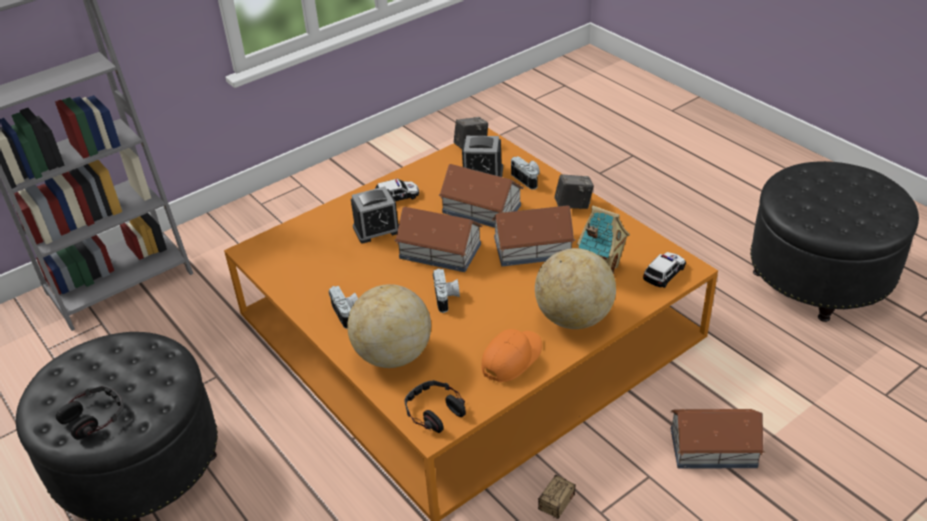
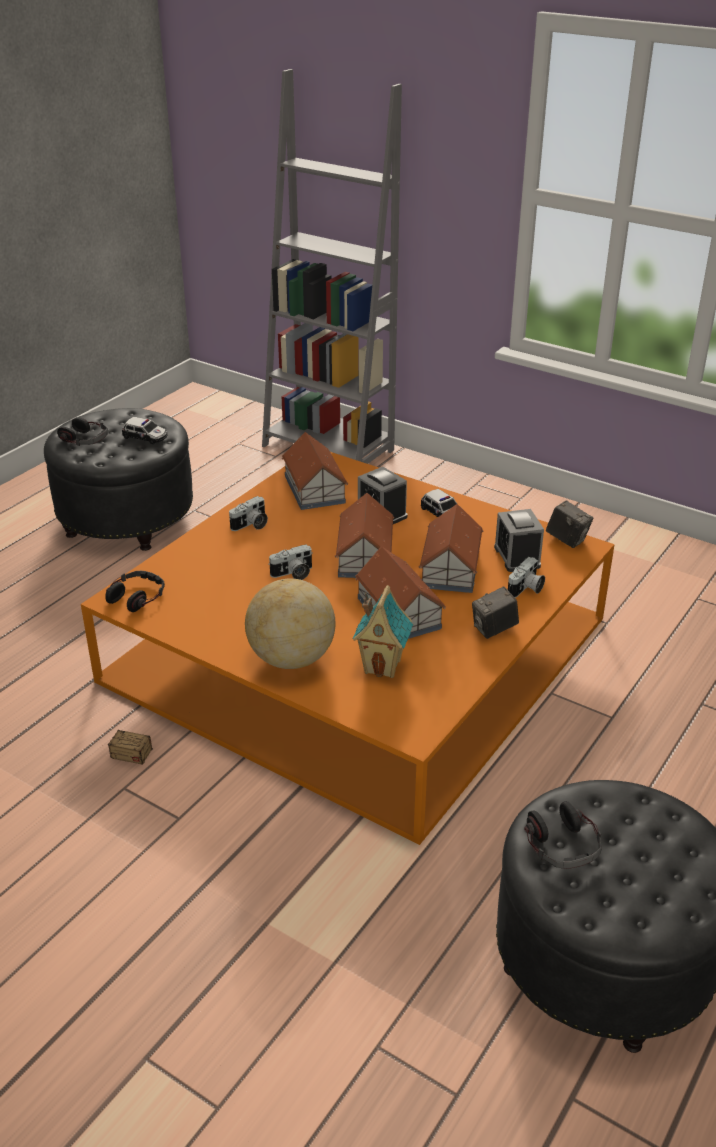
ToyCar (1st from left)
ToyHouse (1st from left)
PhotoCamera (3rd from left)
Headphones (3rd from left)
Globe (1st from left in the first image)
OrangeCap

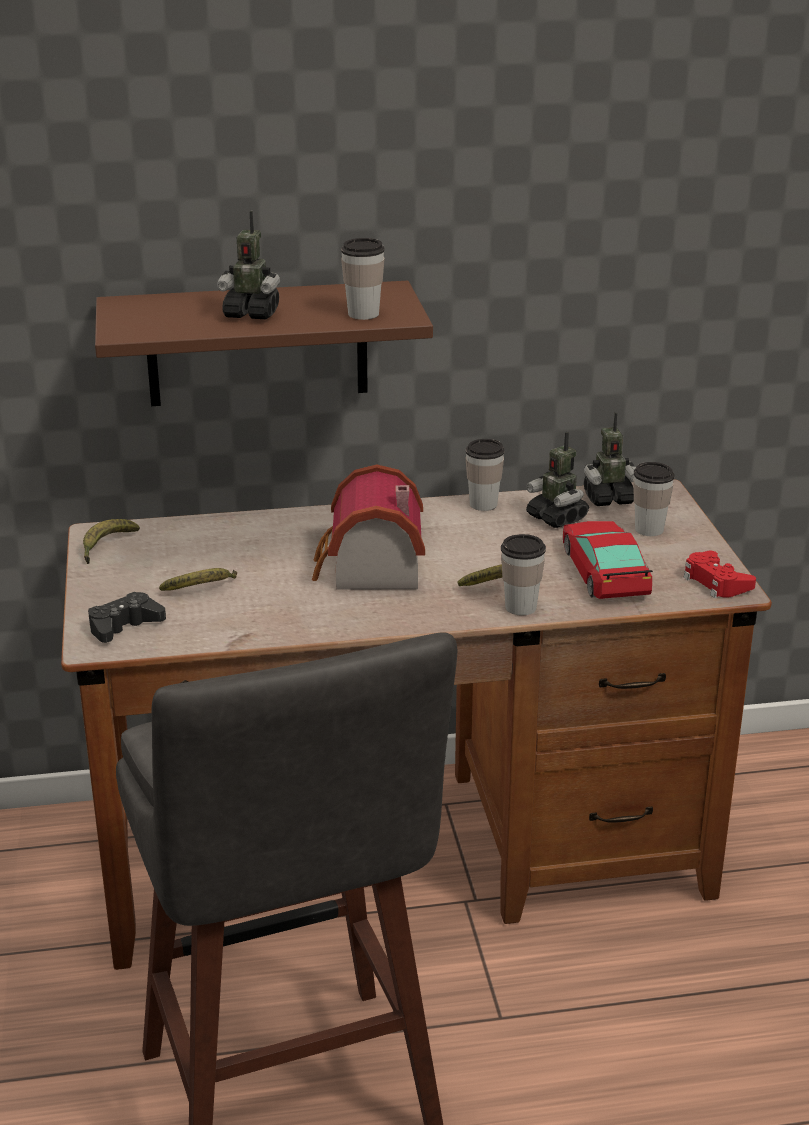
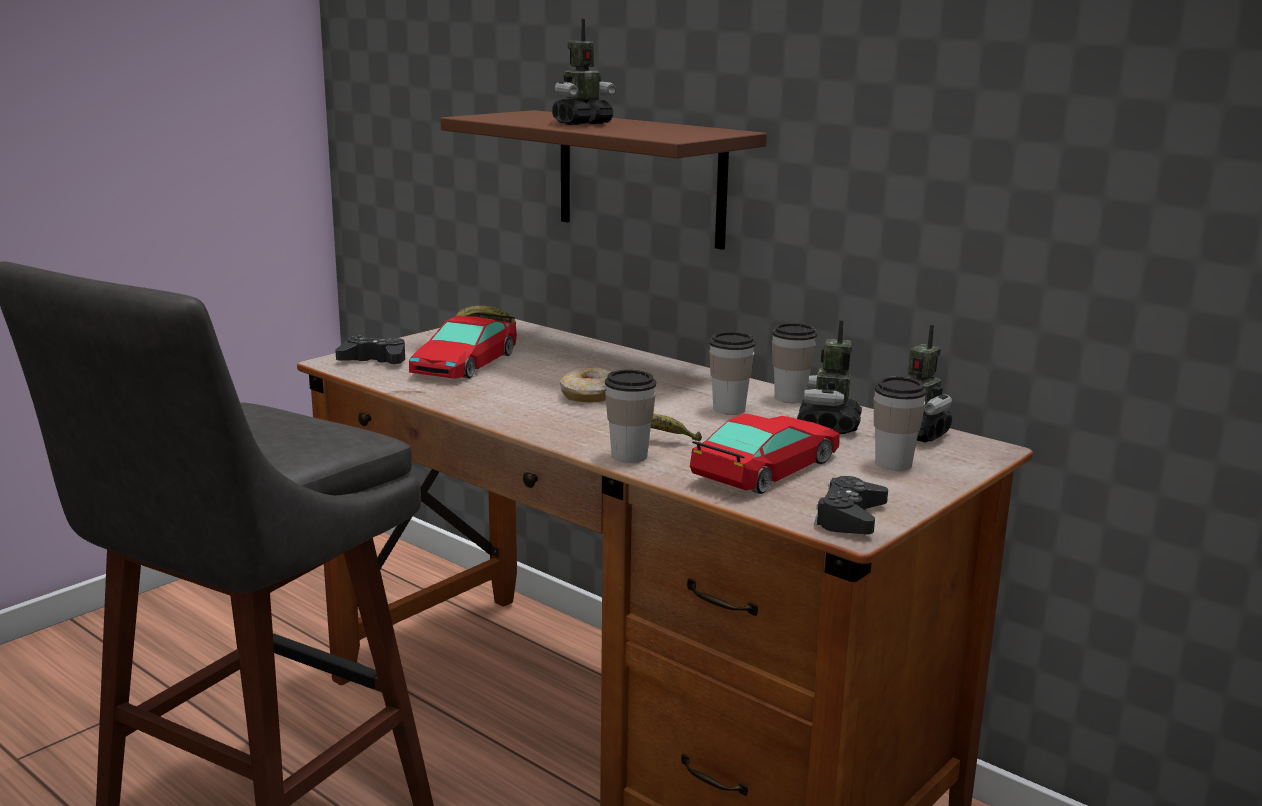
ToyCar (1st from left)
ToyRobot (1st from left)
Donut
Cup (2nd from left)
BlackGameController (2nd from left)

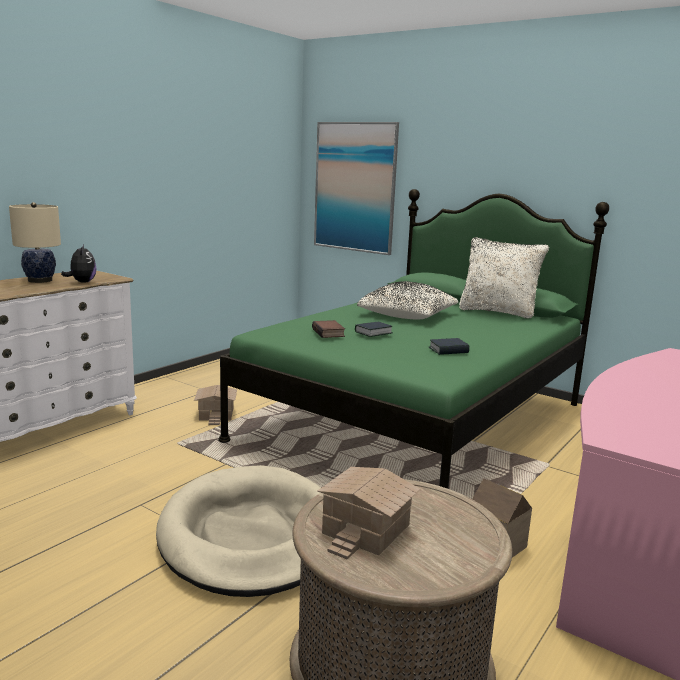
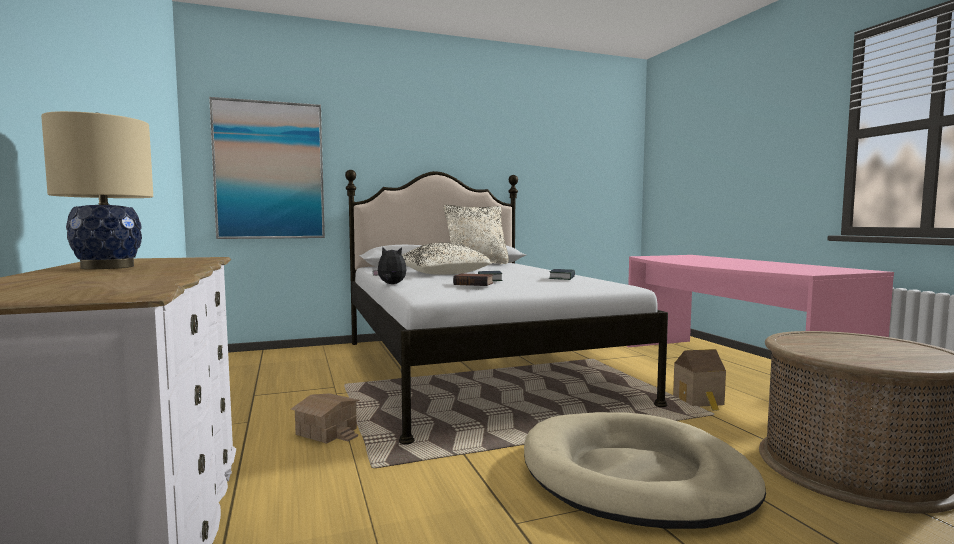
WhiteBed
PlushToy
ToyHouse (2nd from left in the first image)

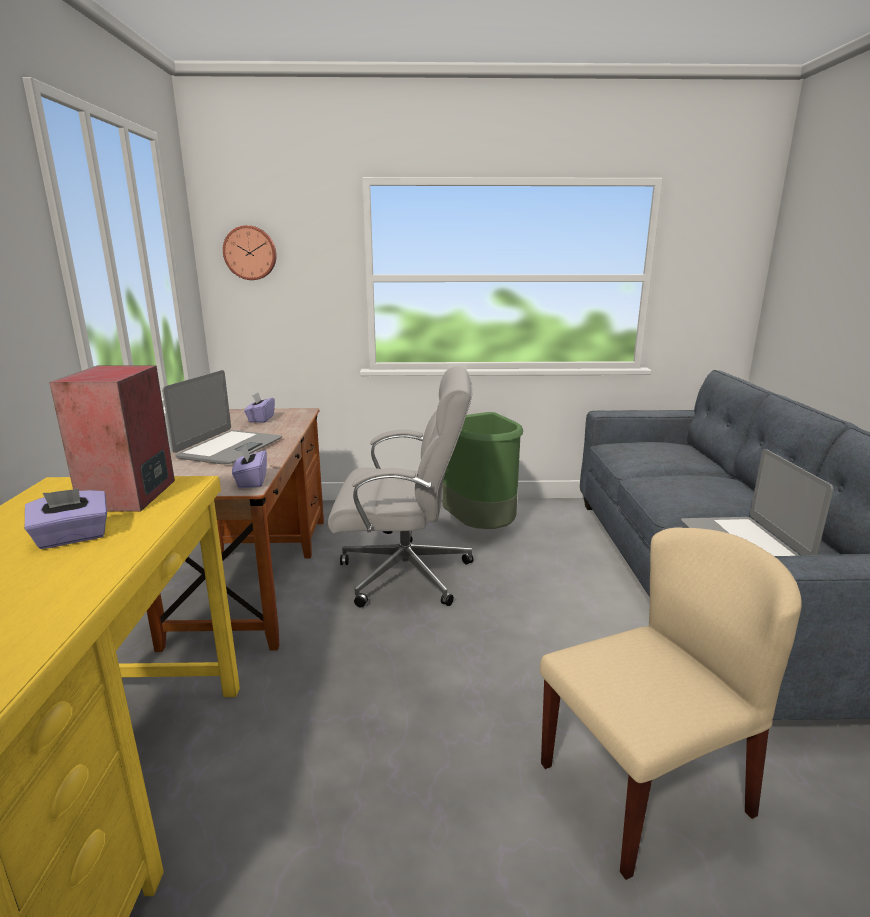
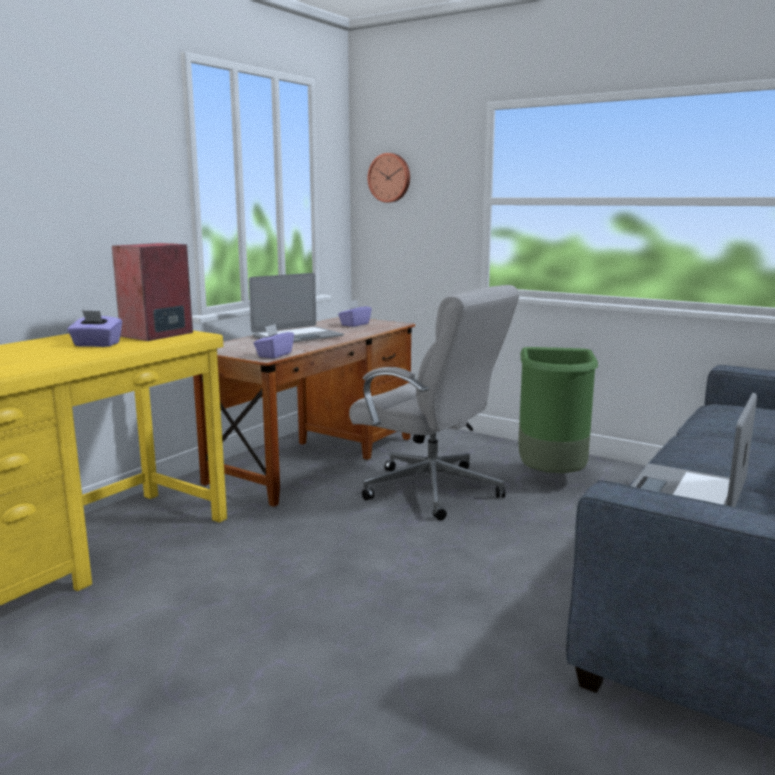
BeigeChair

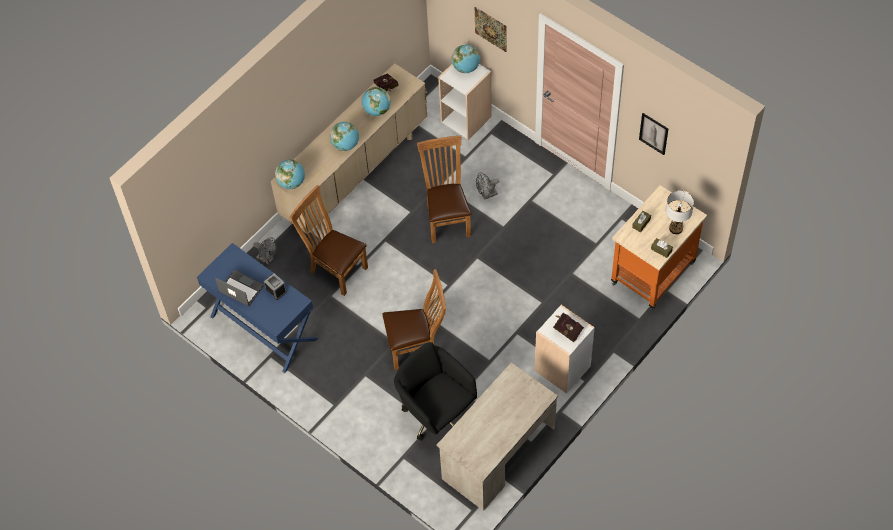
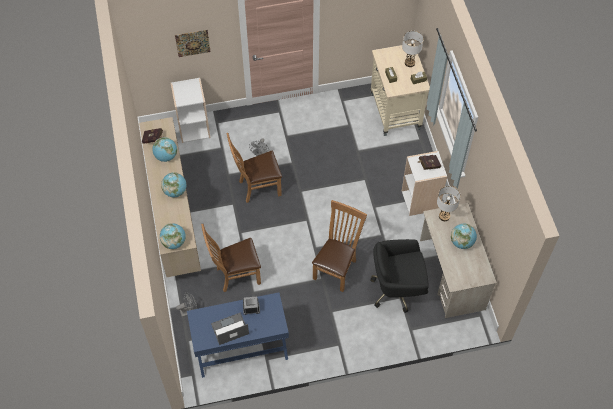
BrownChair (2nd from left)
BeigeCart
TableLamp (2nd from left)
Globe (4th from left)
Picture (2nd from left in the first image)

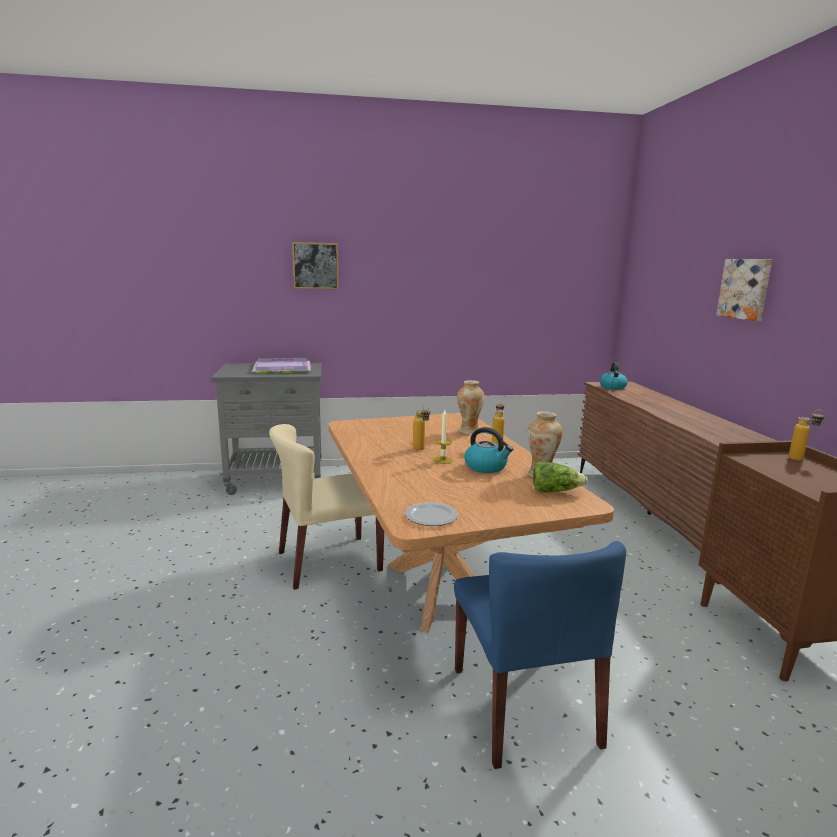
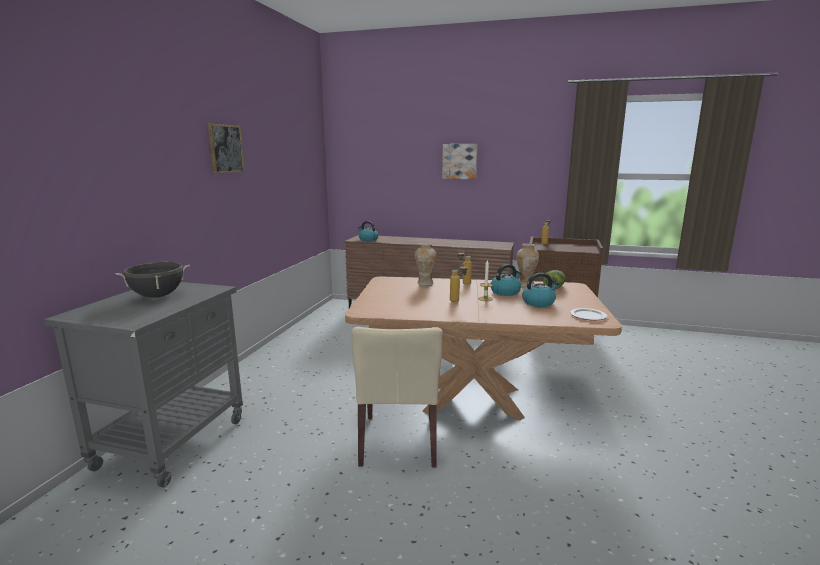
BlackCookingPot
Picture (1st from left)
Kettle (3rd from left)
BlueChair

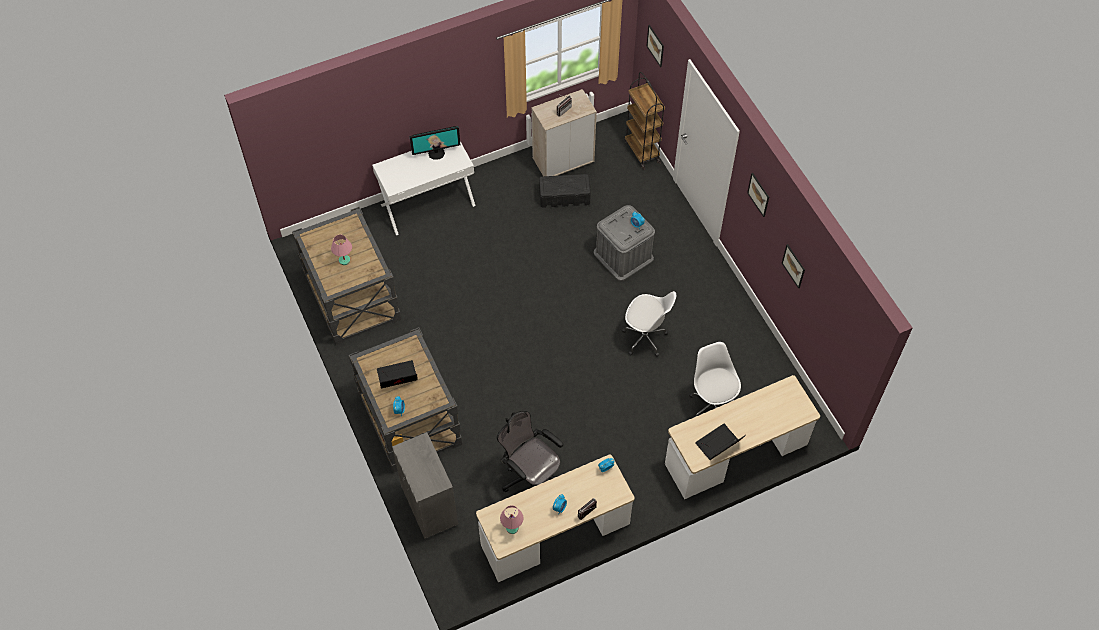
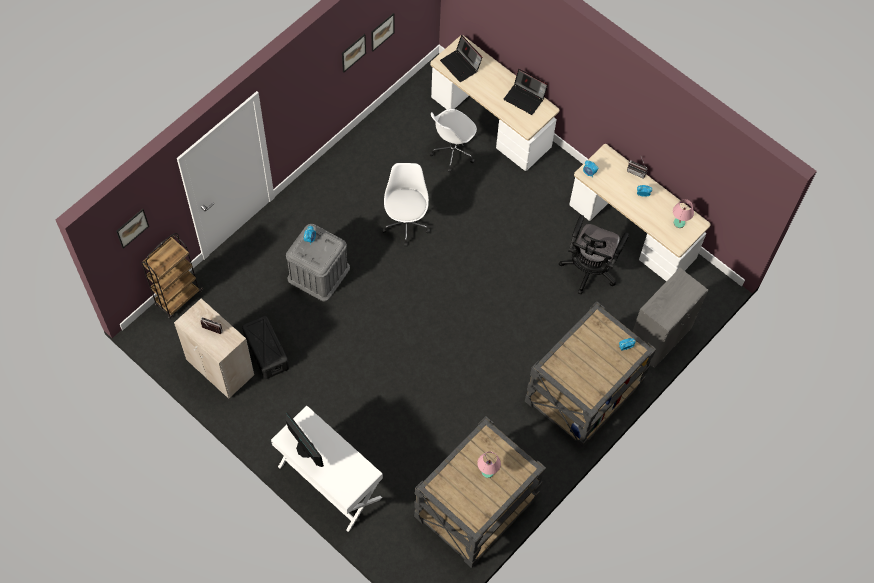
Picture (3rd from left)
Laptop (1st from left)

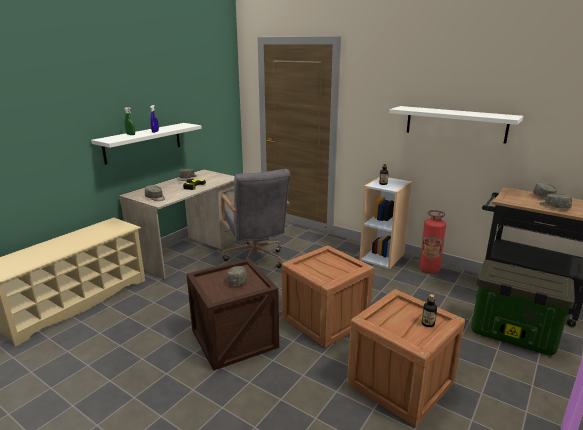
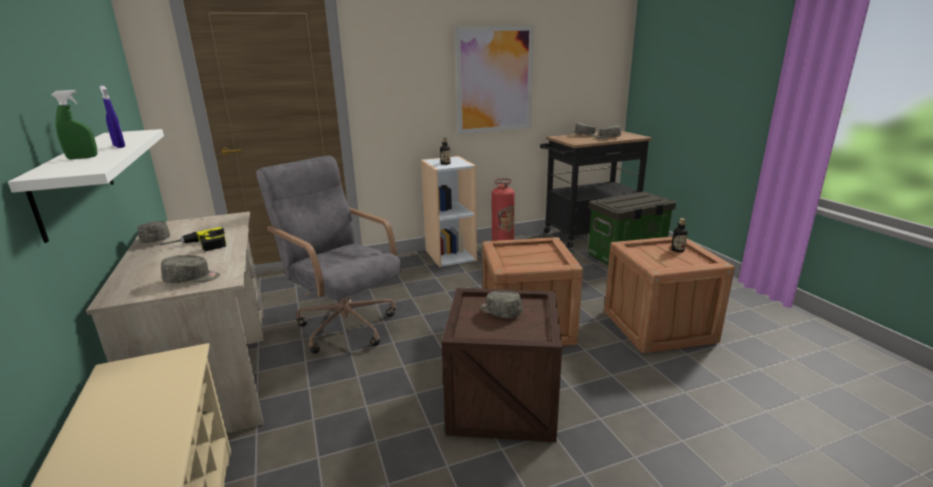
GreyOfficeChair
Picture

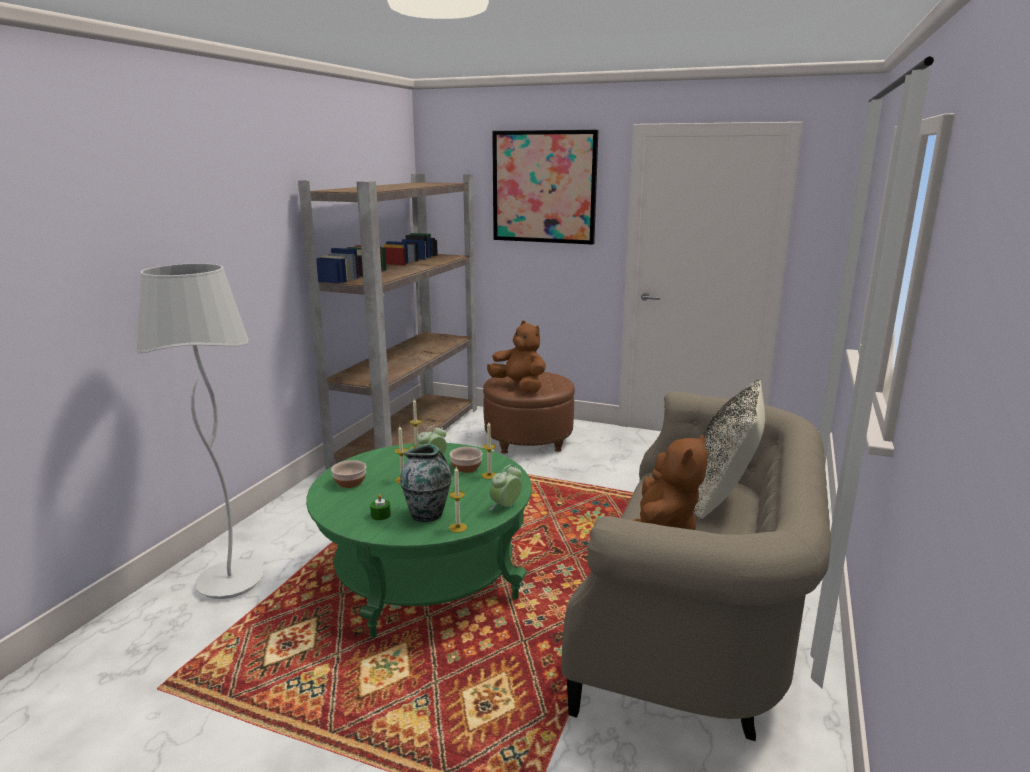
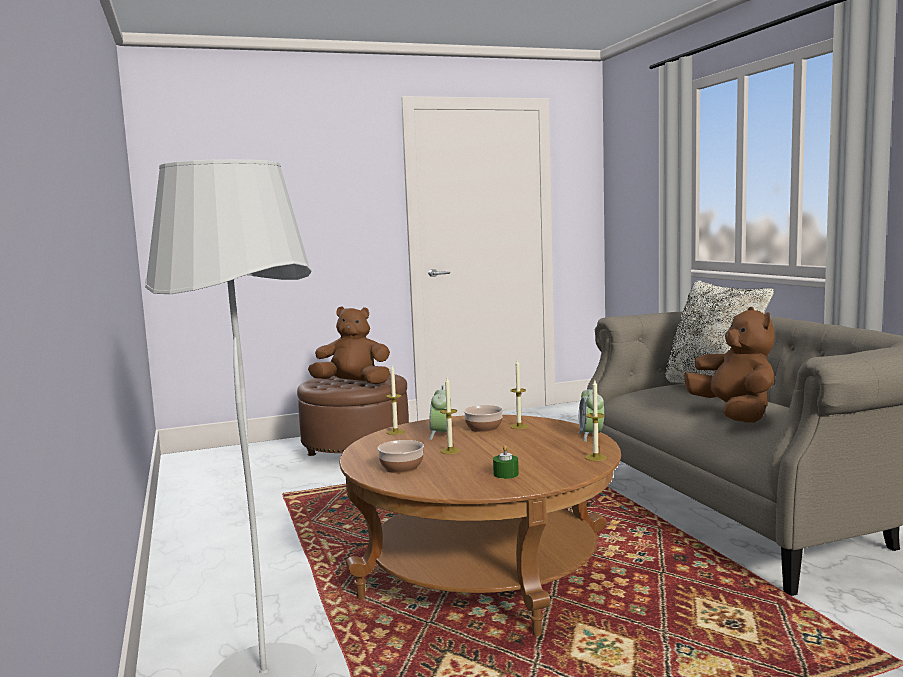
BrownCoffeeTable
BrownBookcase
Vase
Picture

